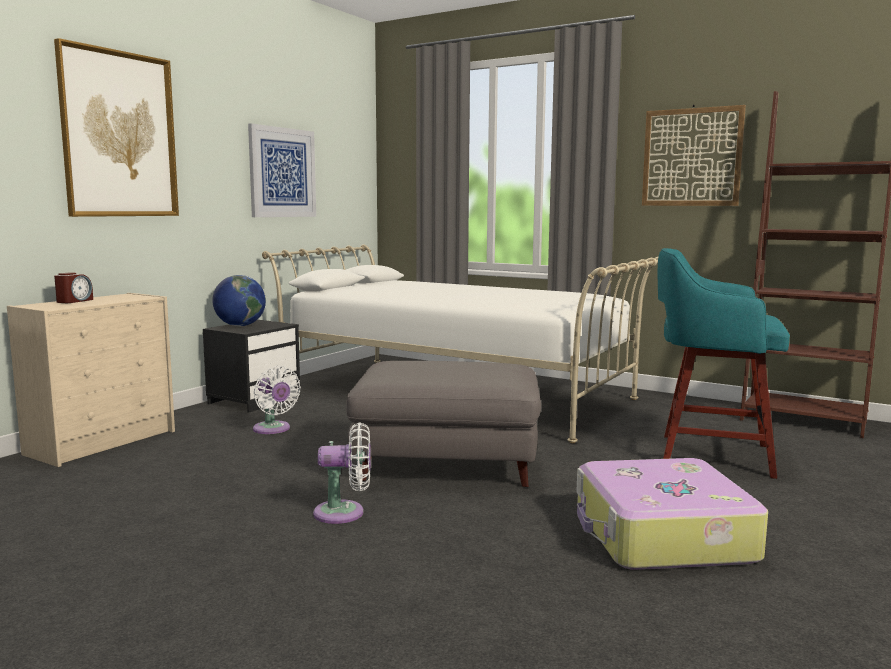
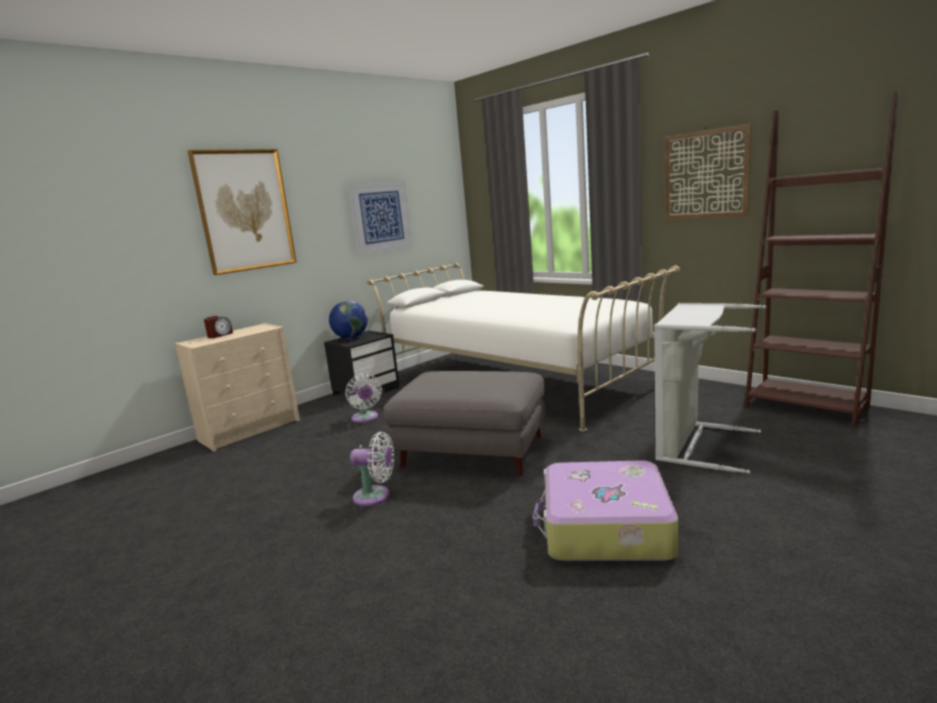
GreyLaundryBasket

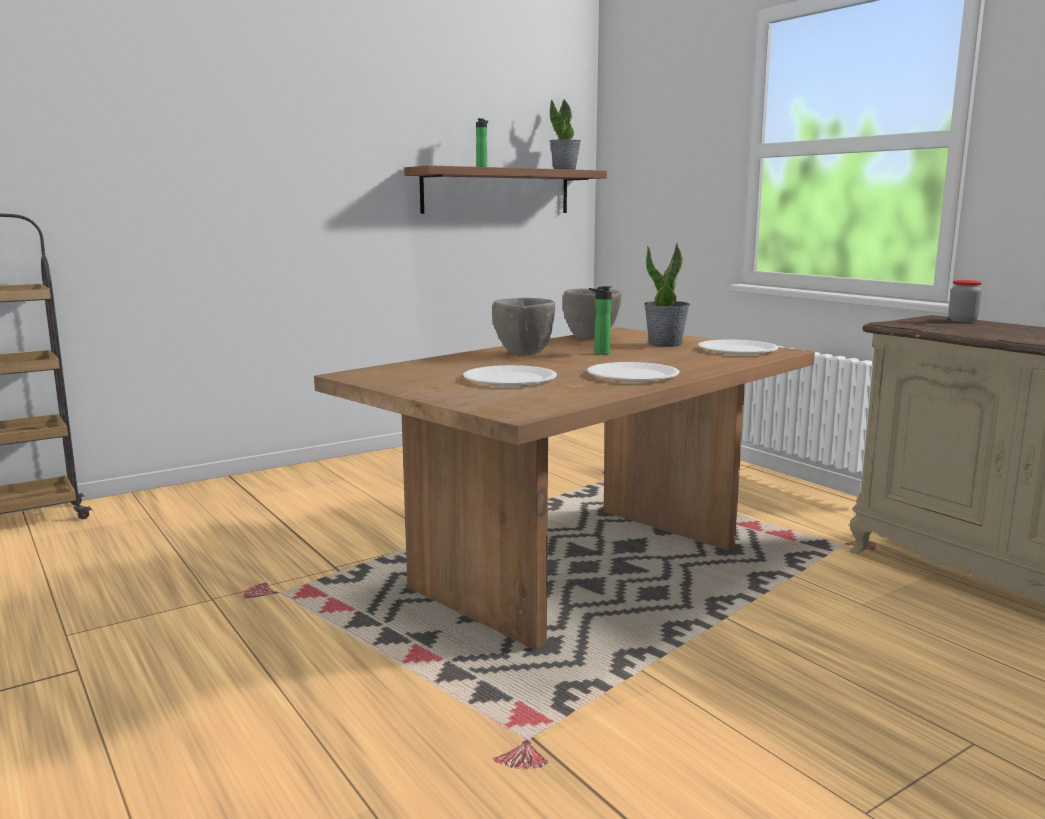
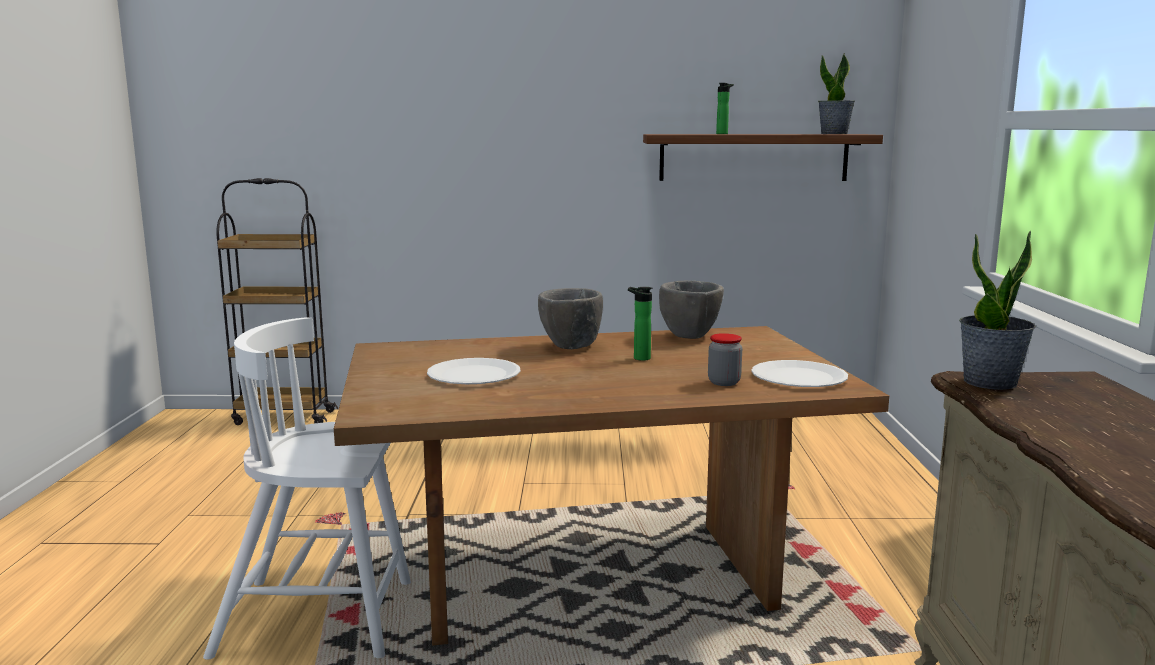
WhiteChair
Jar
PottedPlant (2nd from left)
WhitePlate (2nd from left in the first image)

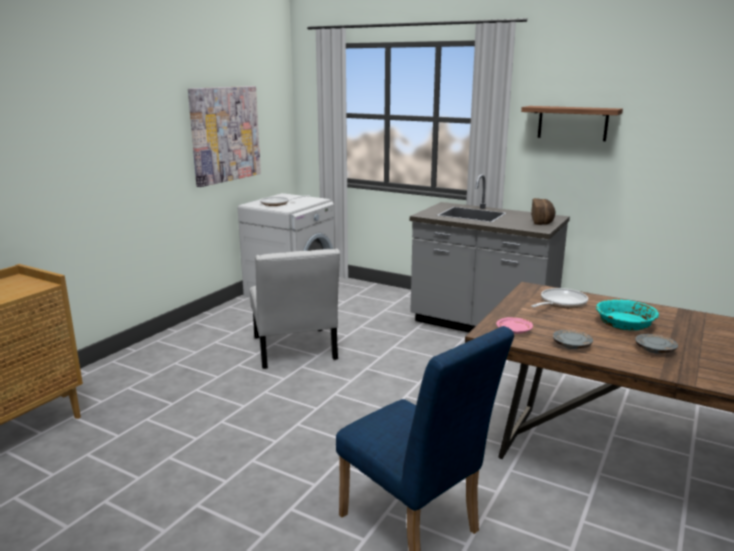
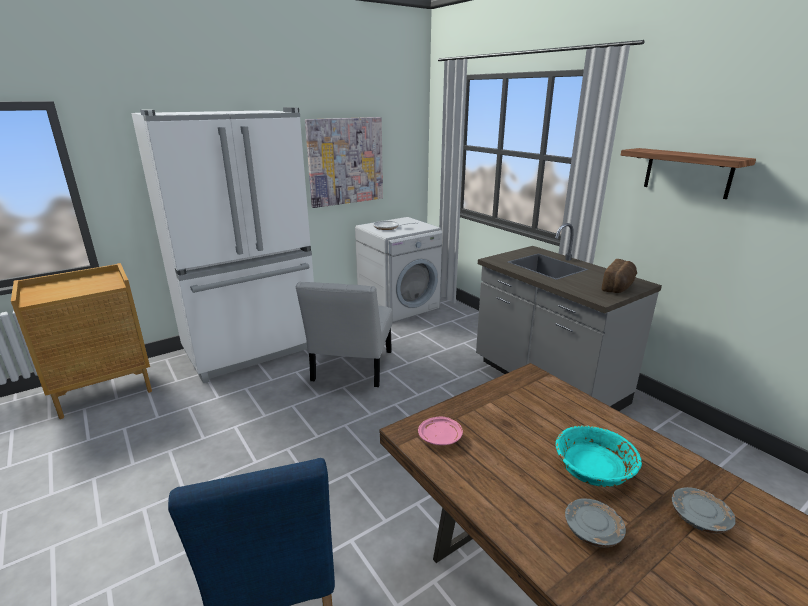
WhiteFridge
GreyPlate (2nd from left)
FryingPan (2nd from left in the first image)

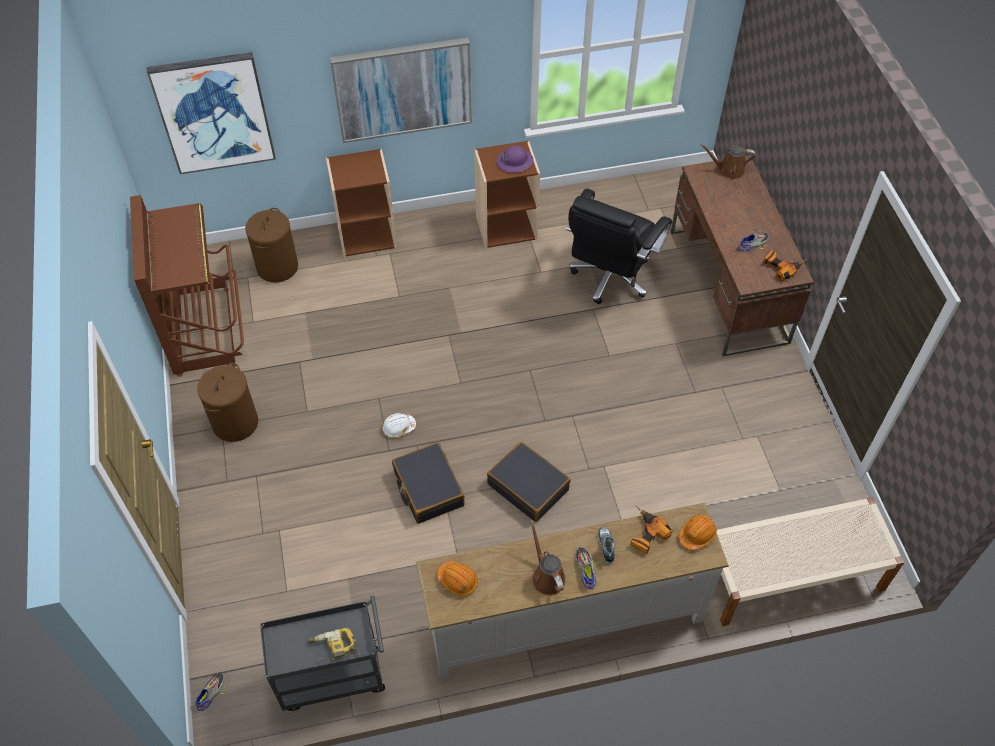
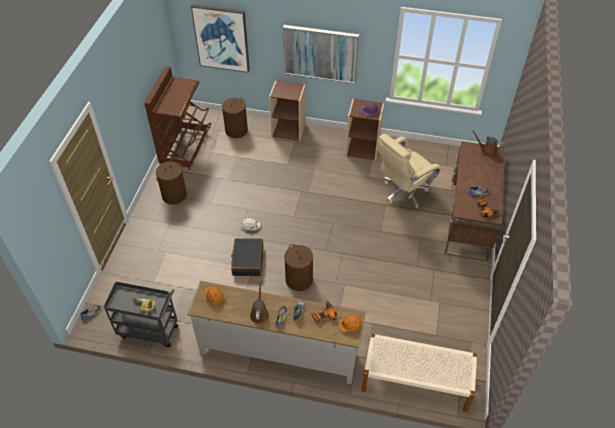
BrownLaundryBasket (3rd from left)
BeigeOfficeChair

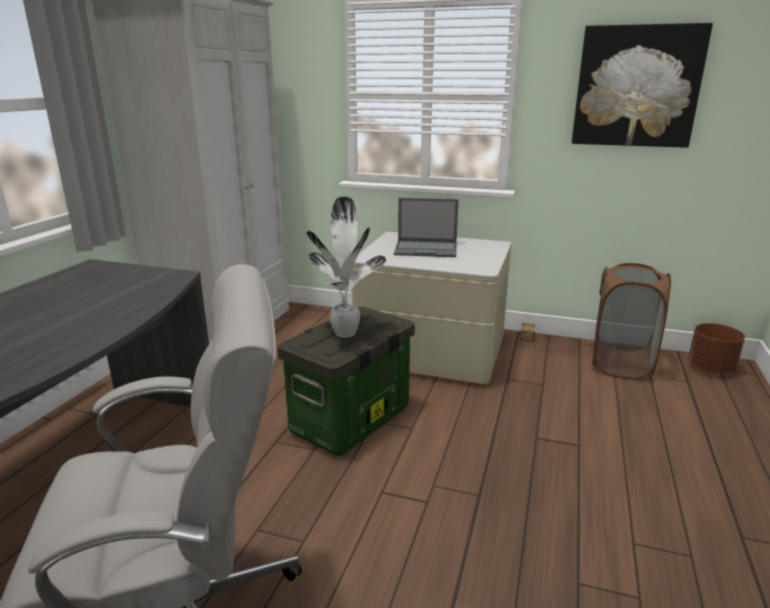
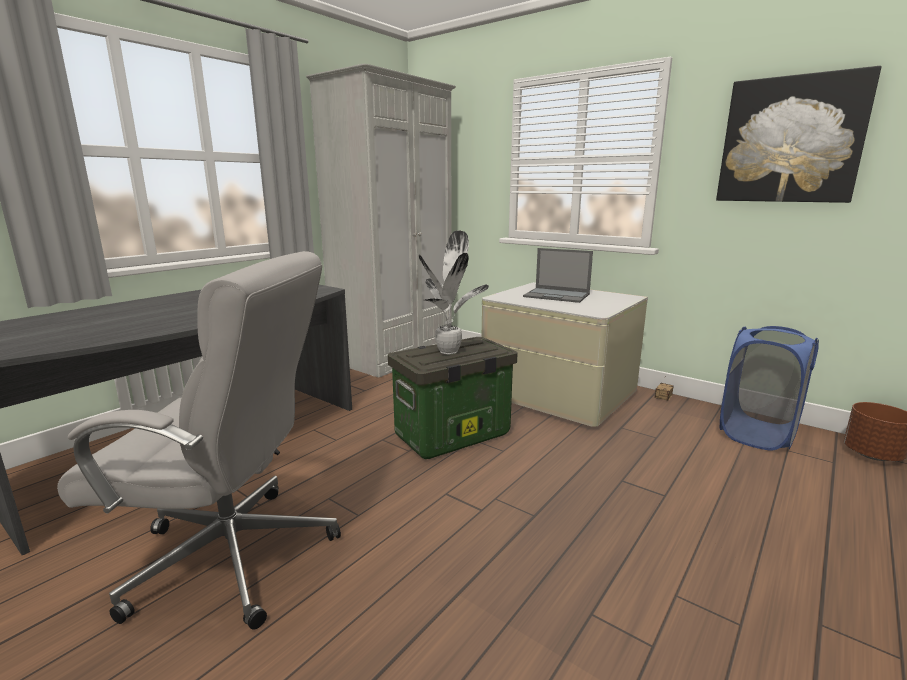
BlueLaundryBasket

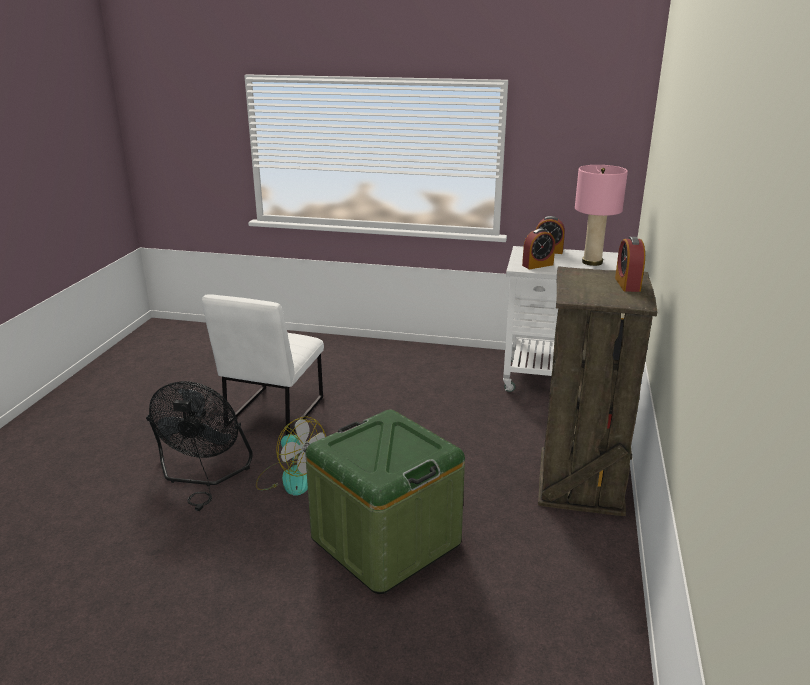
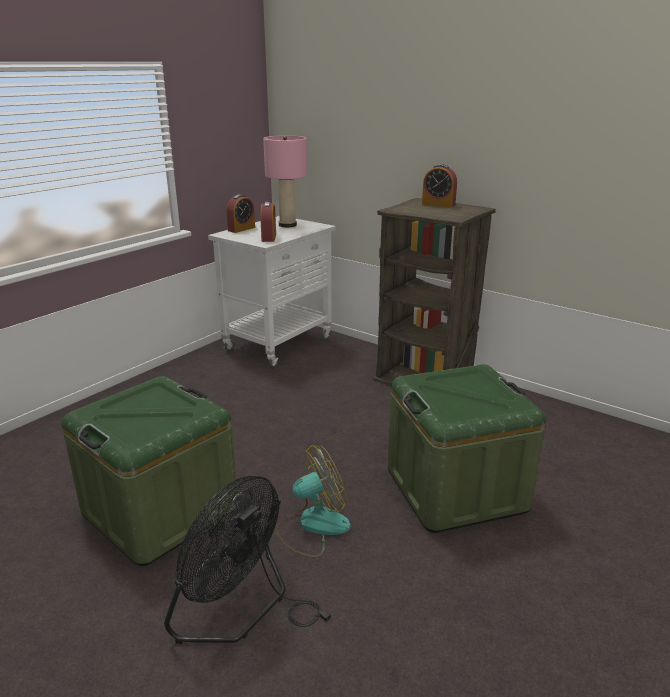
GreenStorageBox (1st from left)

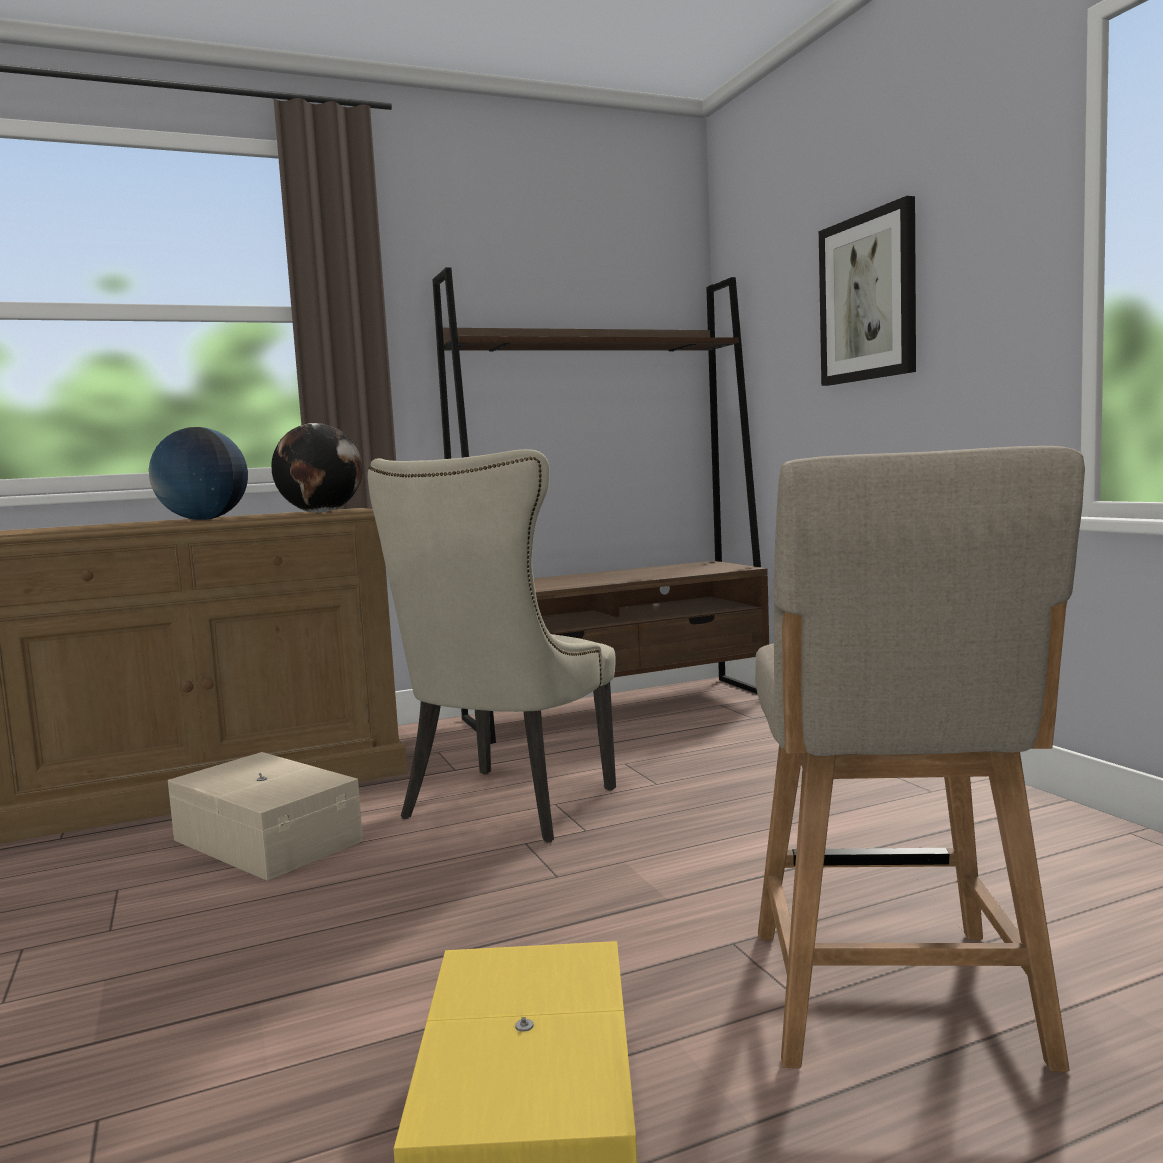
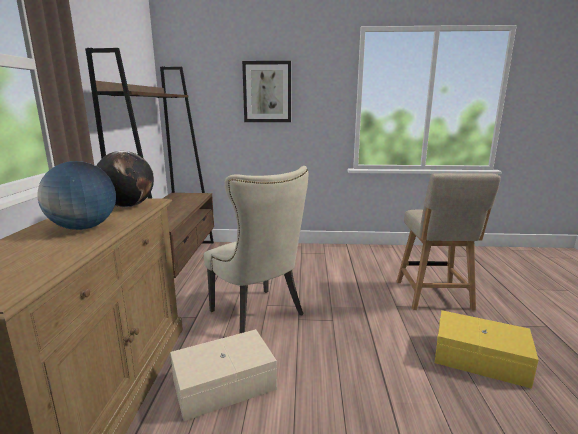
BeigeChair (2nd from left)

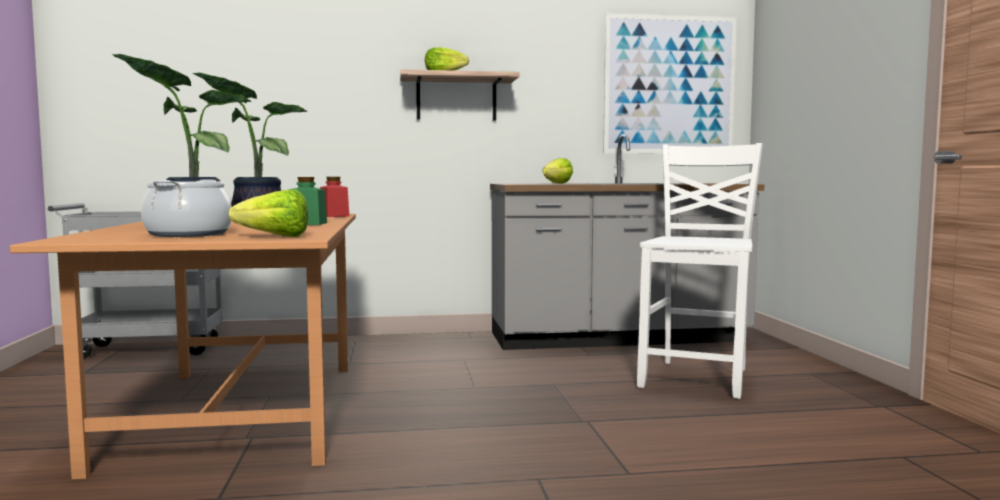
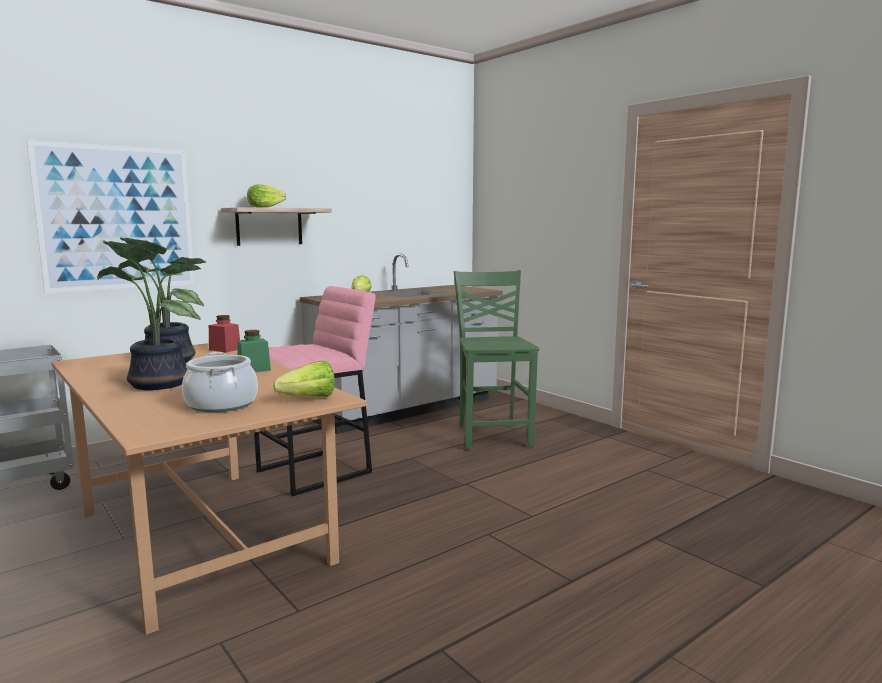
Picture
PinkStool
GreenChair

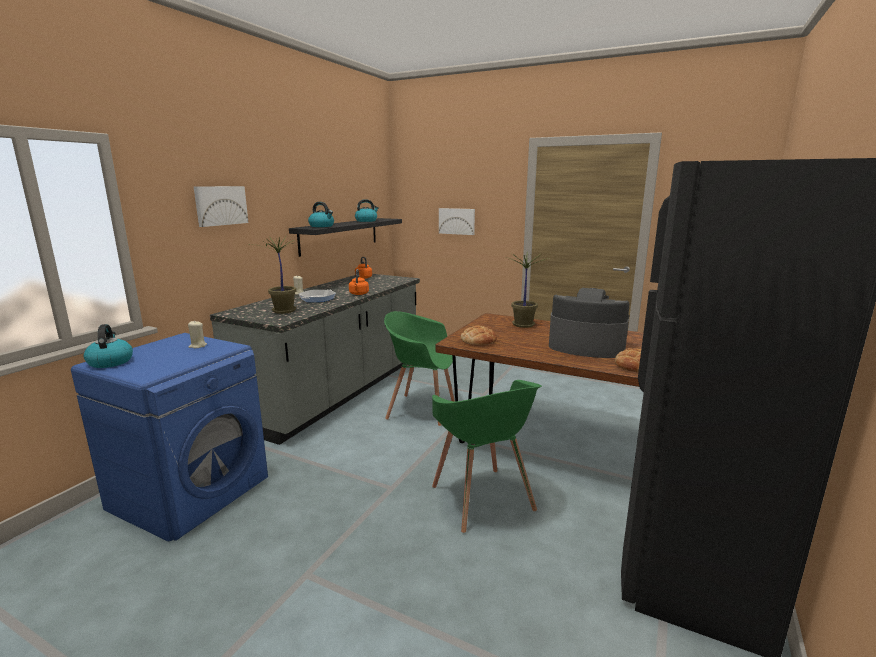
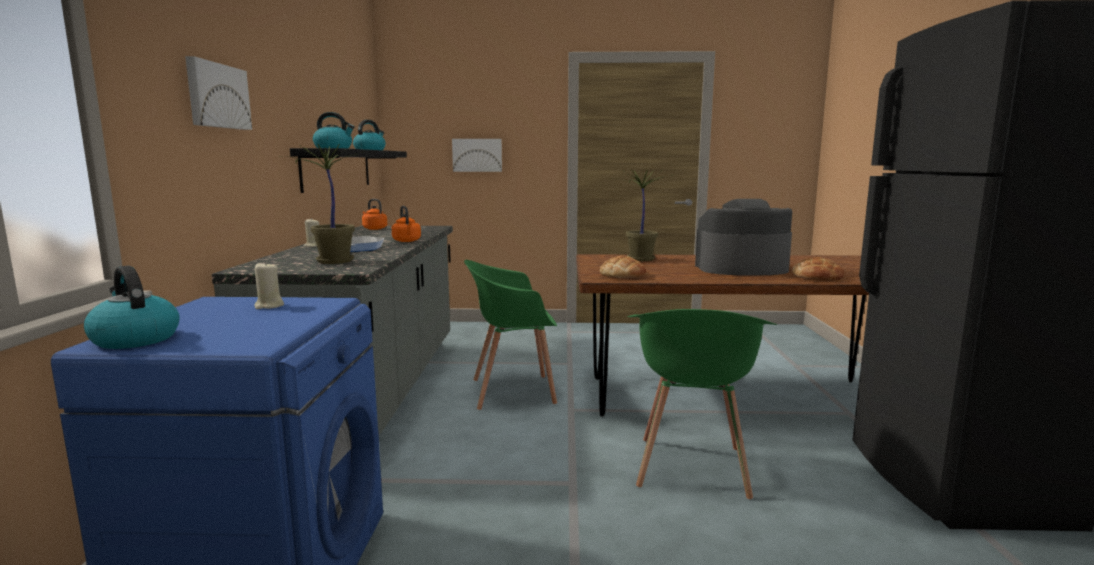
GreenChair (2nd from left)

